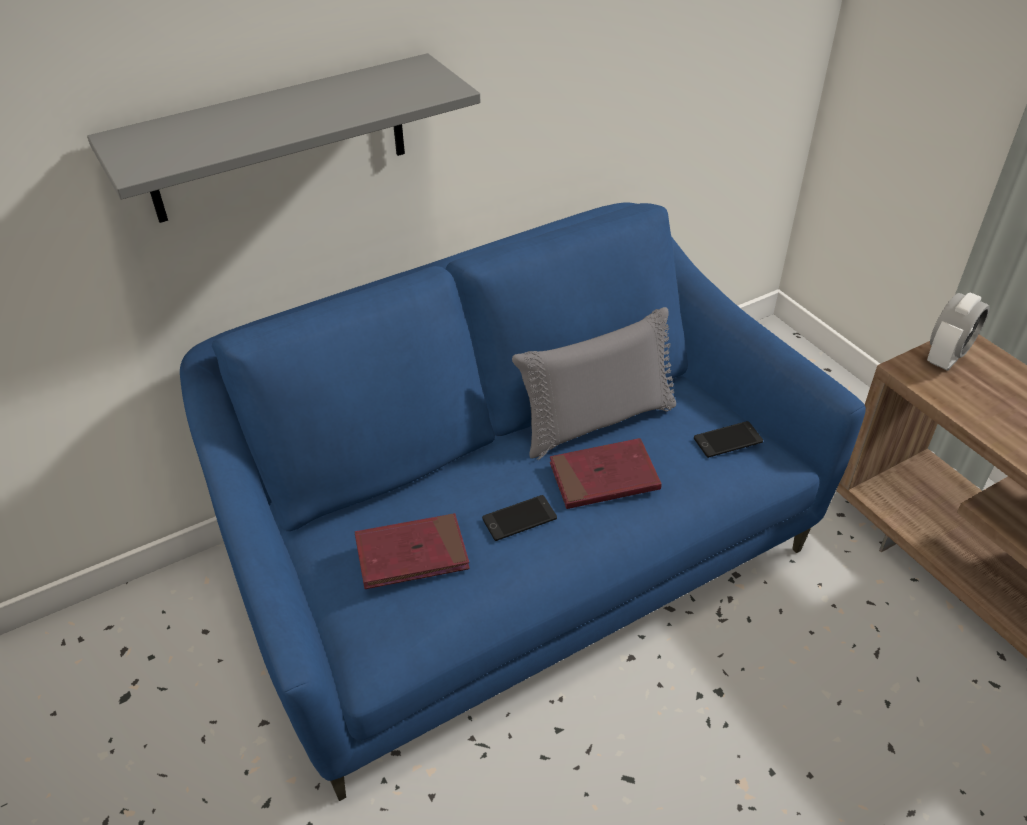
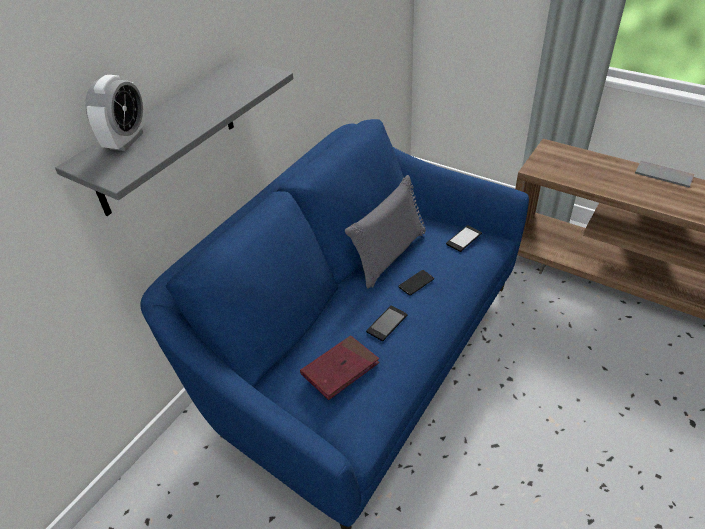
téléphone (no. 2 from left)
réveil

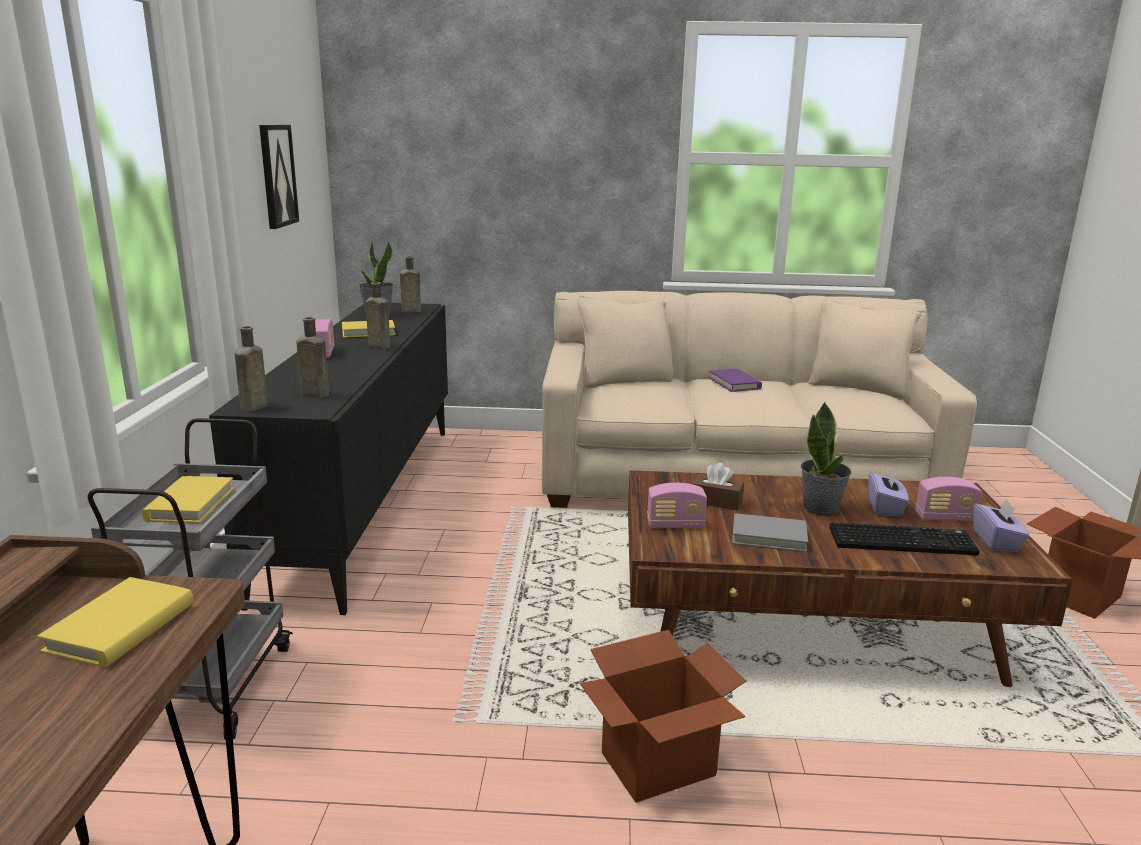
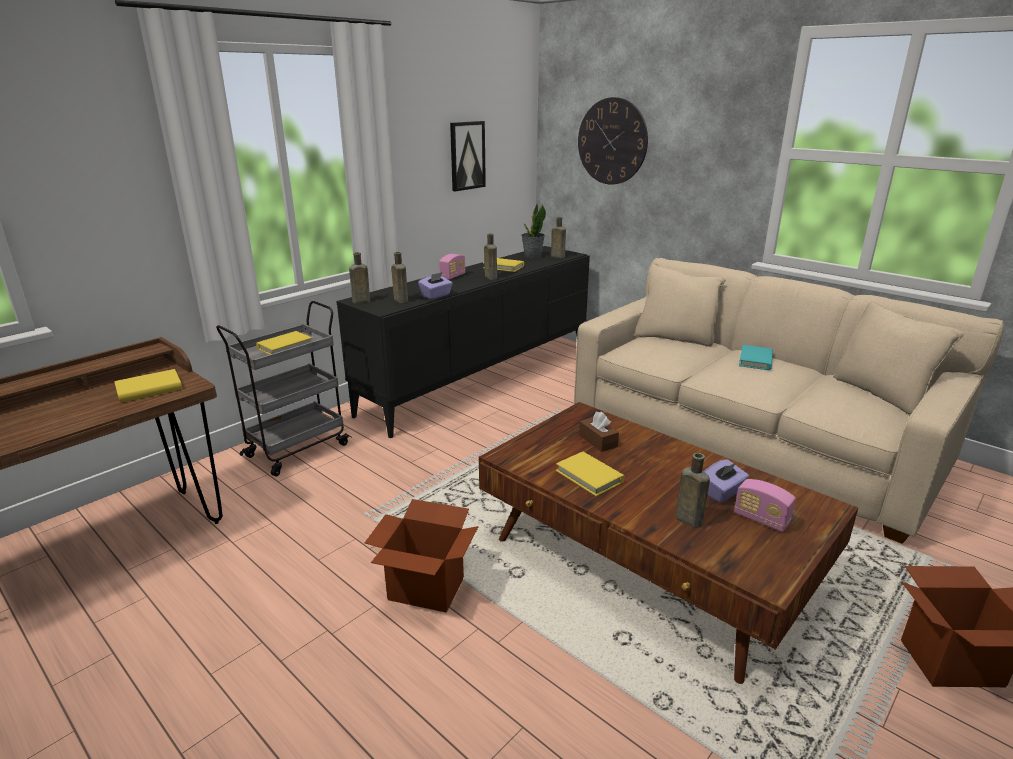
radio (no. 2 from left in the first image)
livre (turquoise)
livre (jaune) (no. 4 from left)
plante en pot (no. 2 from left in the first image)
bouteille (marron) (no. 5 from left)
boîte à mouchoirs (violet) (no. 1 from left)
horloge murale

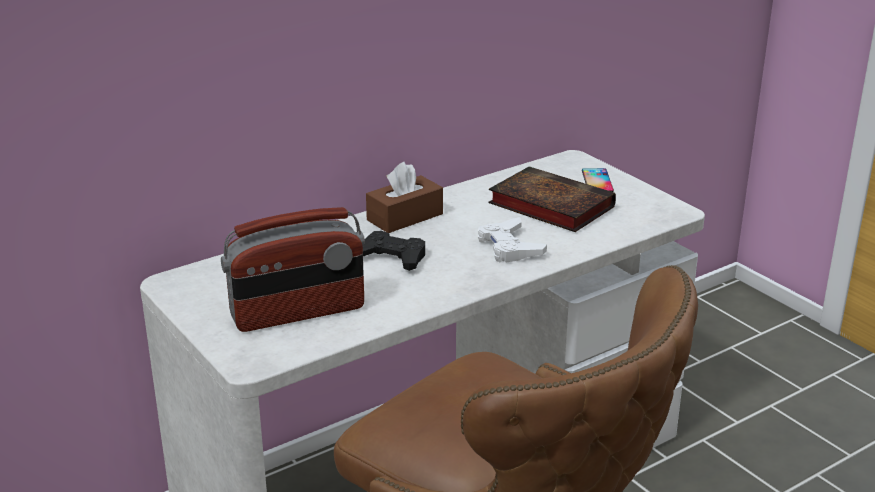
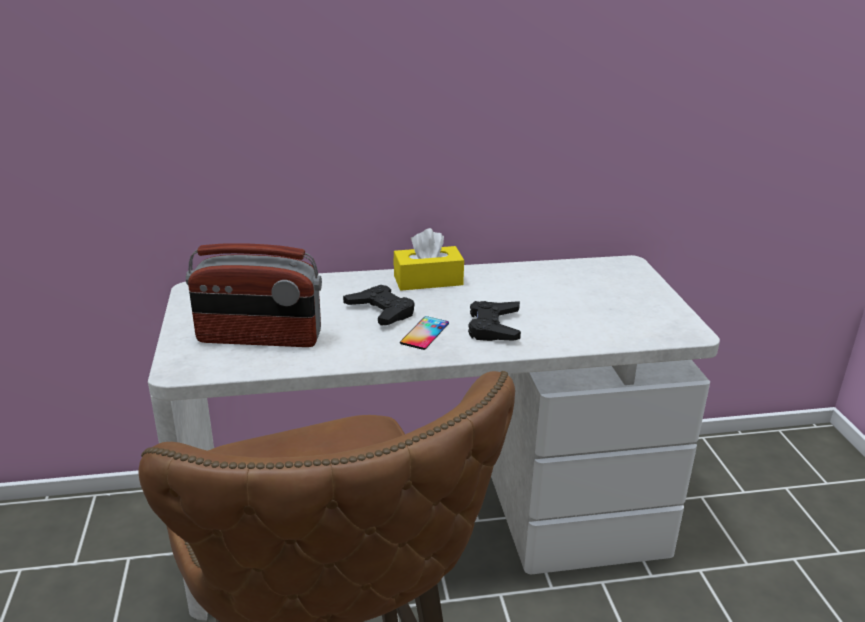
boîte à mouchoirs (jaune)
manette (noir) (no. 2 from left)
livre
téléphone

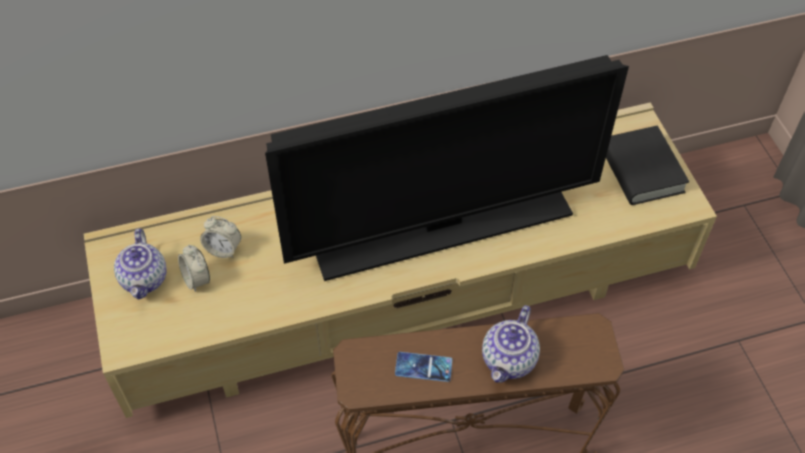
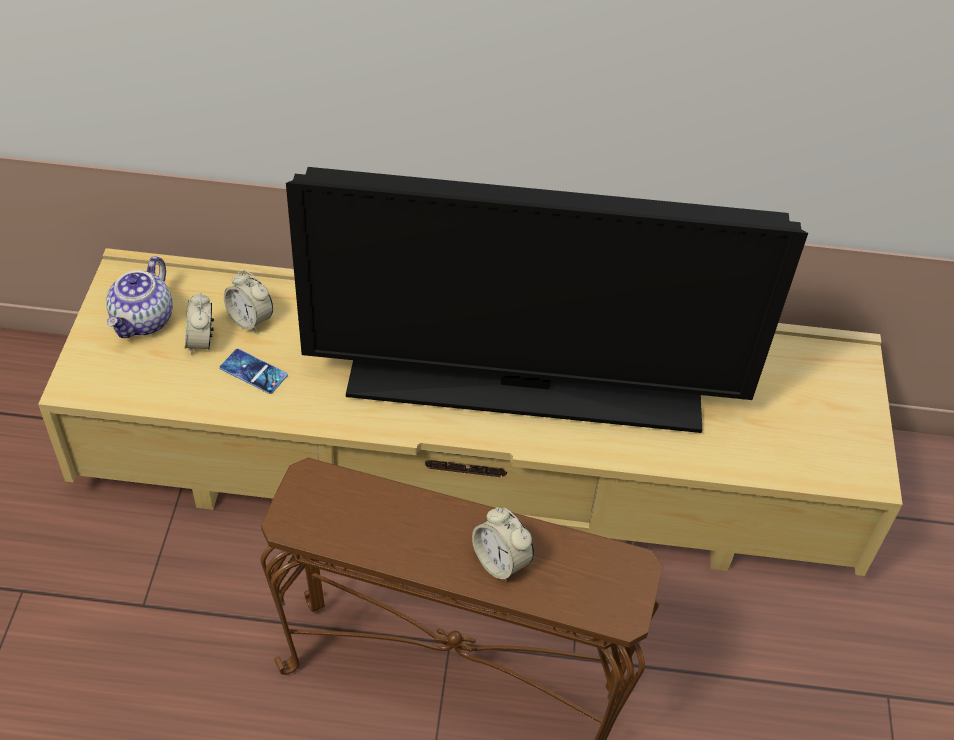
téléphone
réveil (no. 3 from left)
livre (noir)

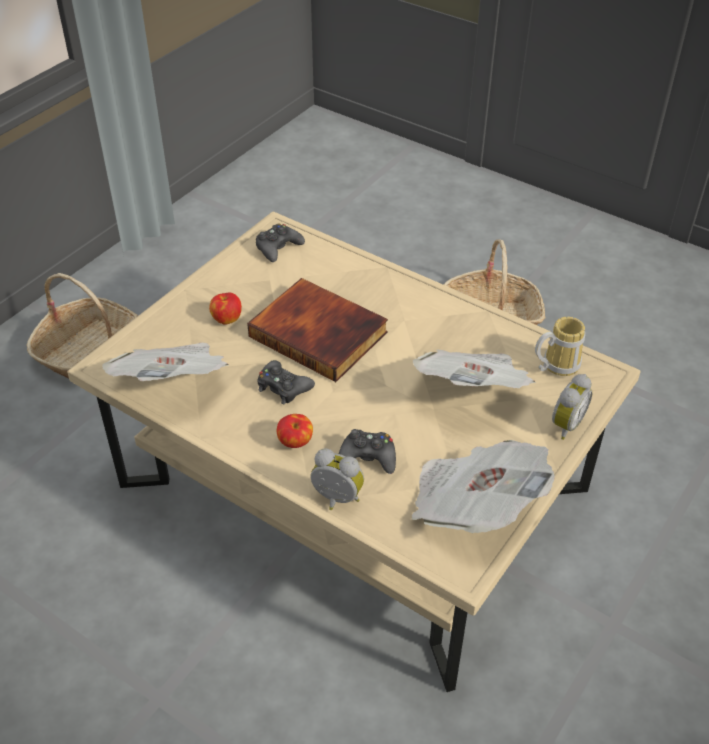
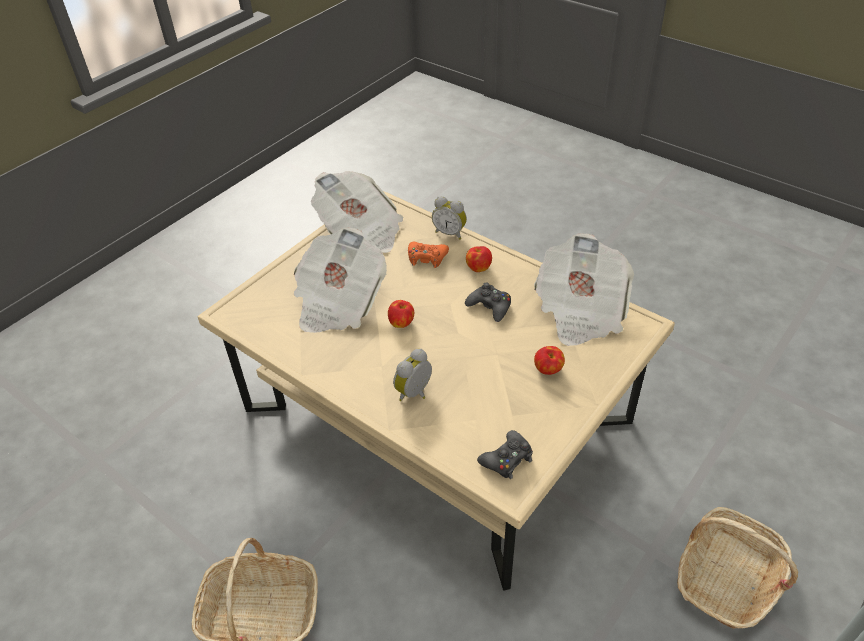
livre
manette (orange)
mug
réveil (no. 1 from left)
pomme (no. 1 from left)

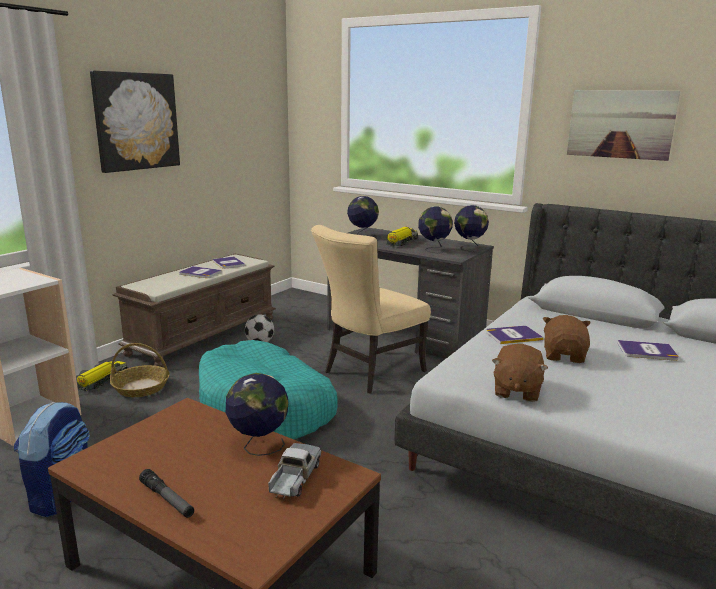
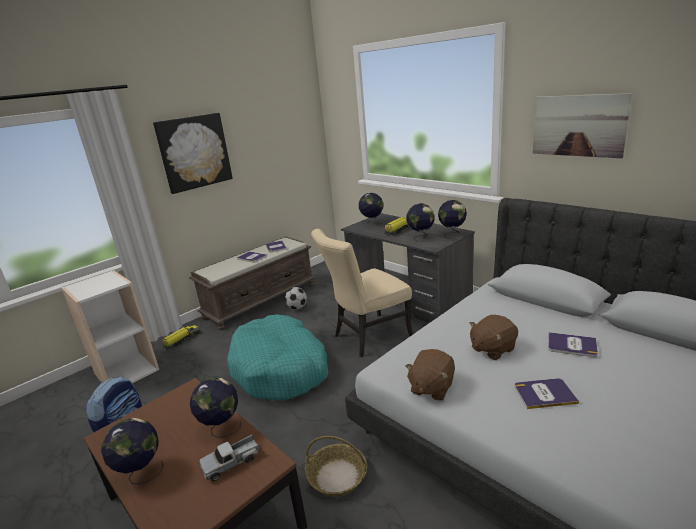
panier
globe (no. 1 from left)
camion jouet (no. 2 from left)
livre (no. 3 from left)
peluche (marron) (no. 2 from left)

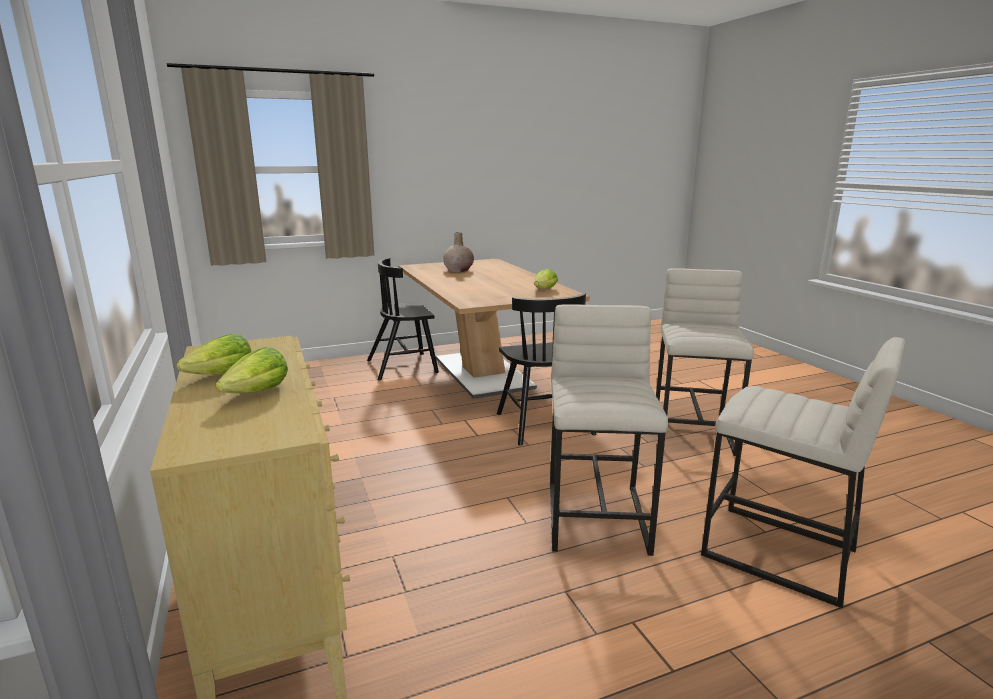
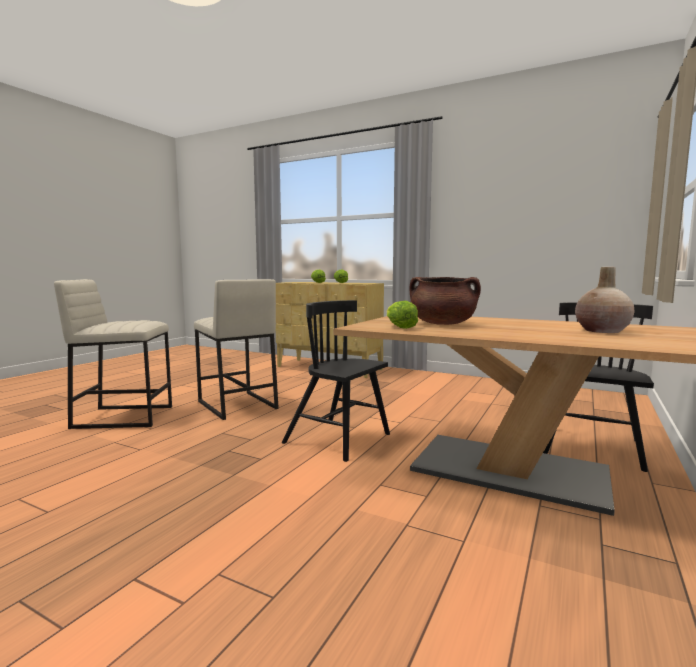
tabouret (beige) (no. 2 from left in the first image)
marmite (marron)

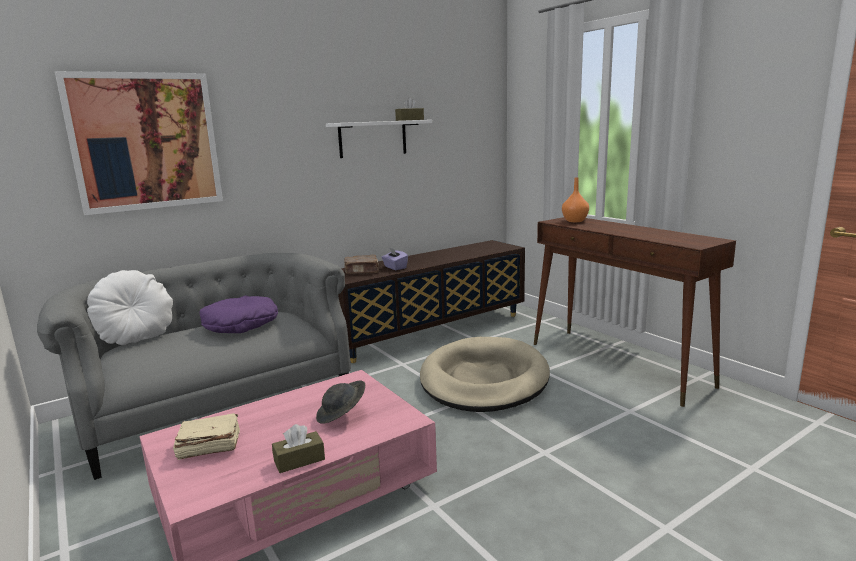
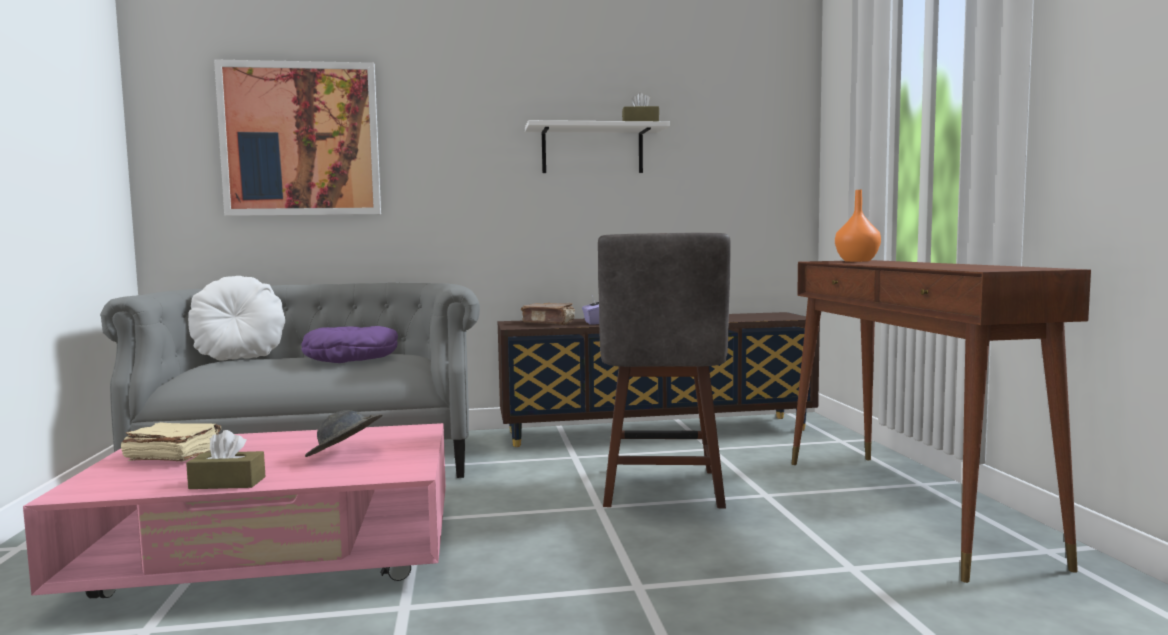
tabouret (gris)

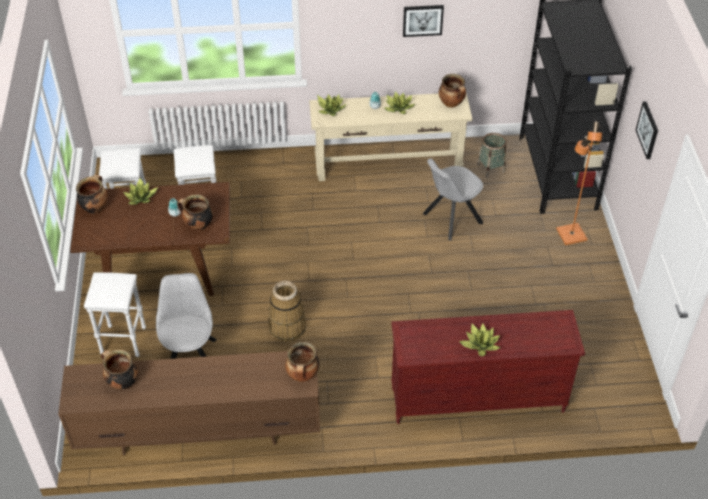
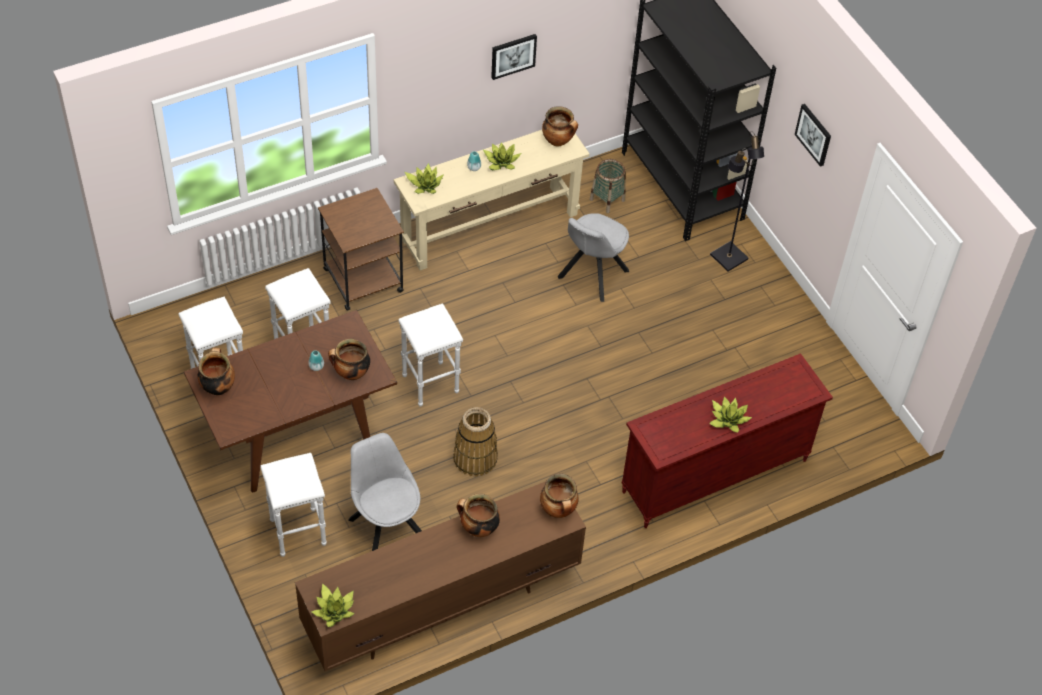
marmite (no. 3 from left)
plante en pot (no. 1 from left)
lampadaire (noir)
chariot (marron)
tabouret (blanc) (no. 4 from left)

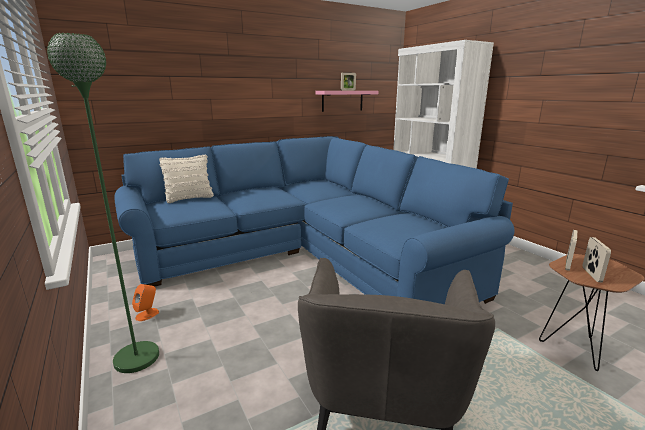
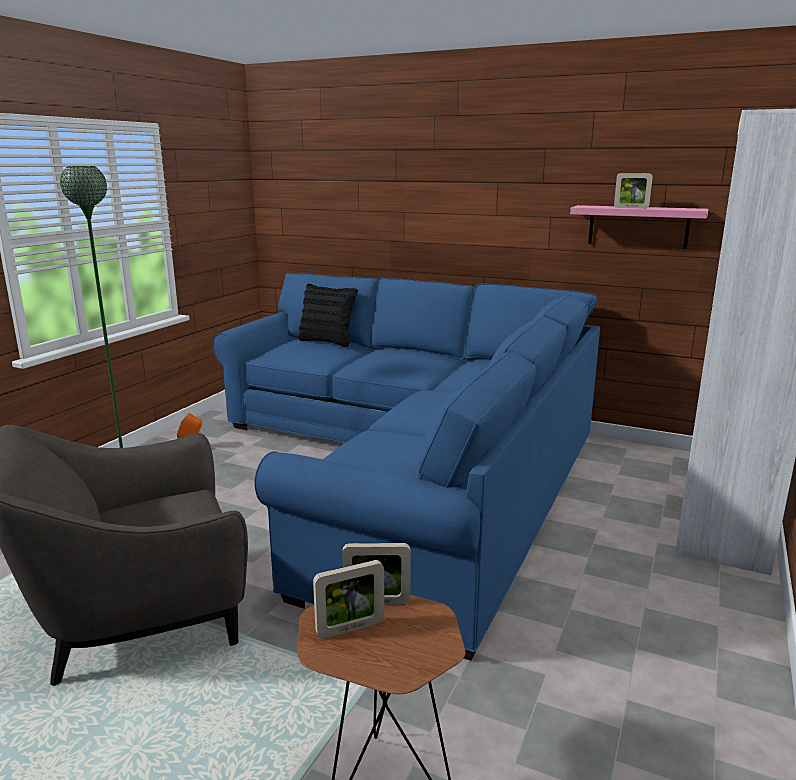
coussin (noir)

